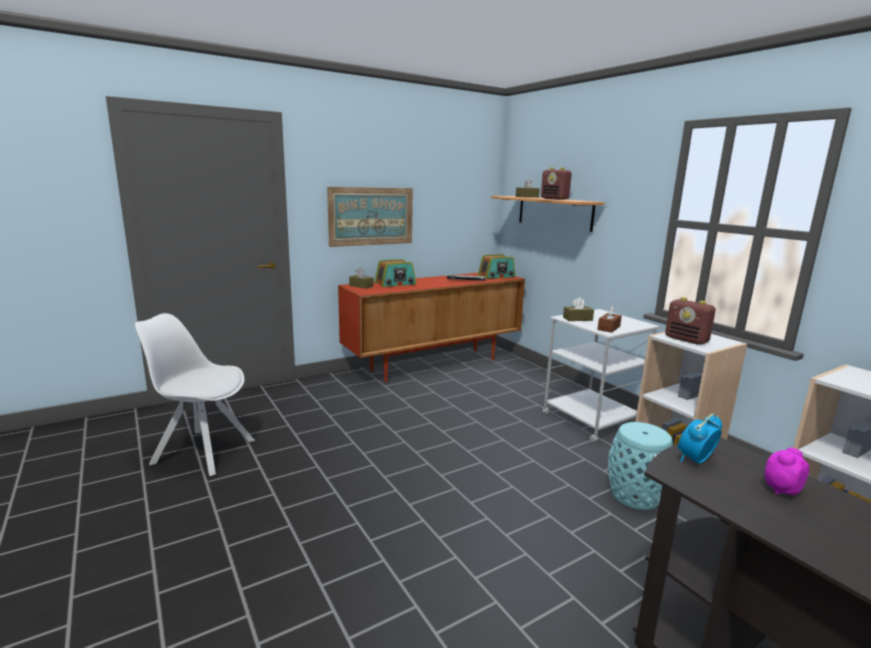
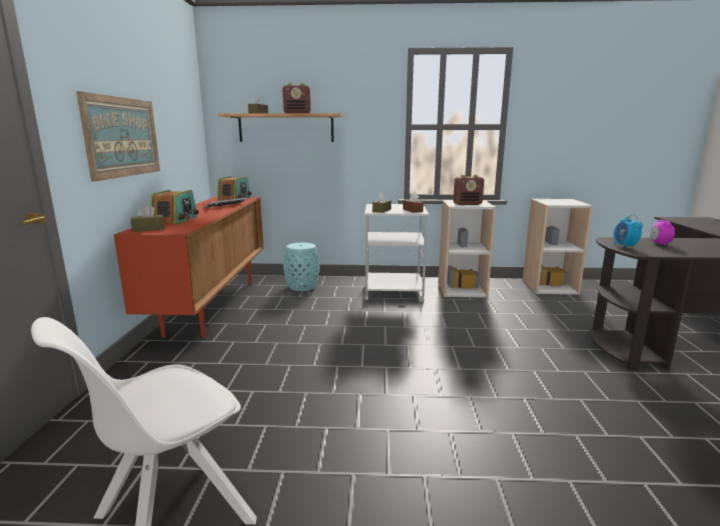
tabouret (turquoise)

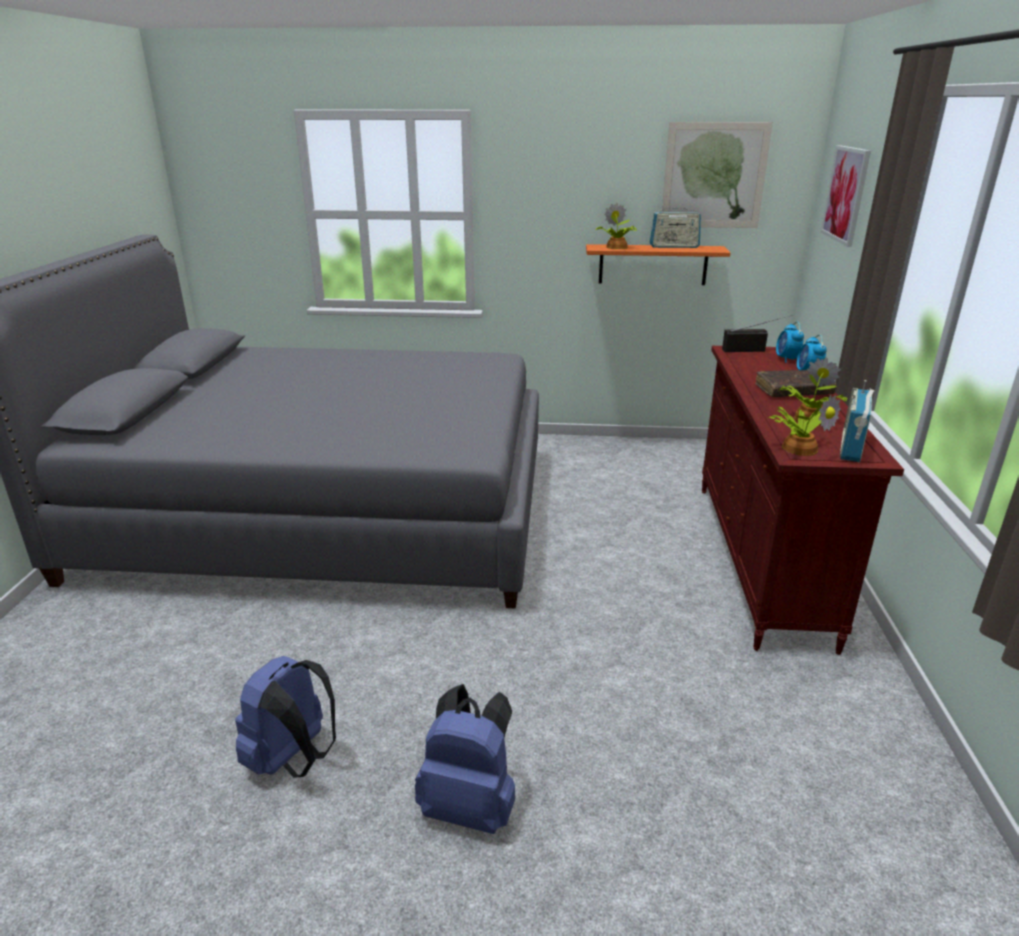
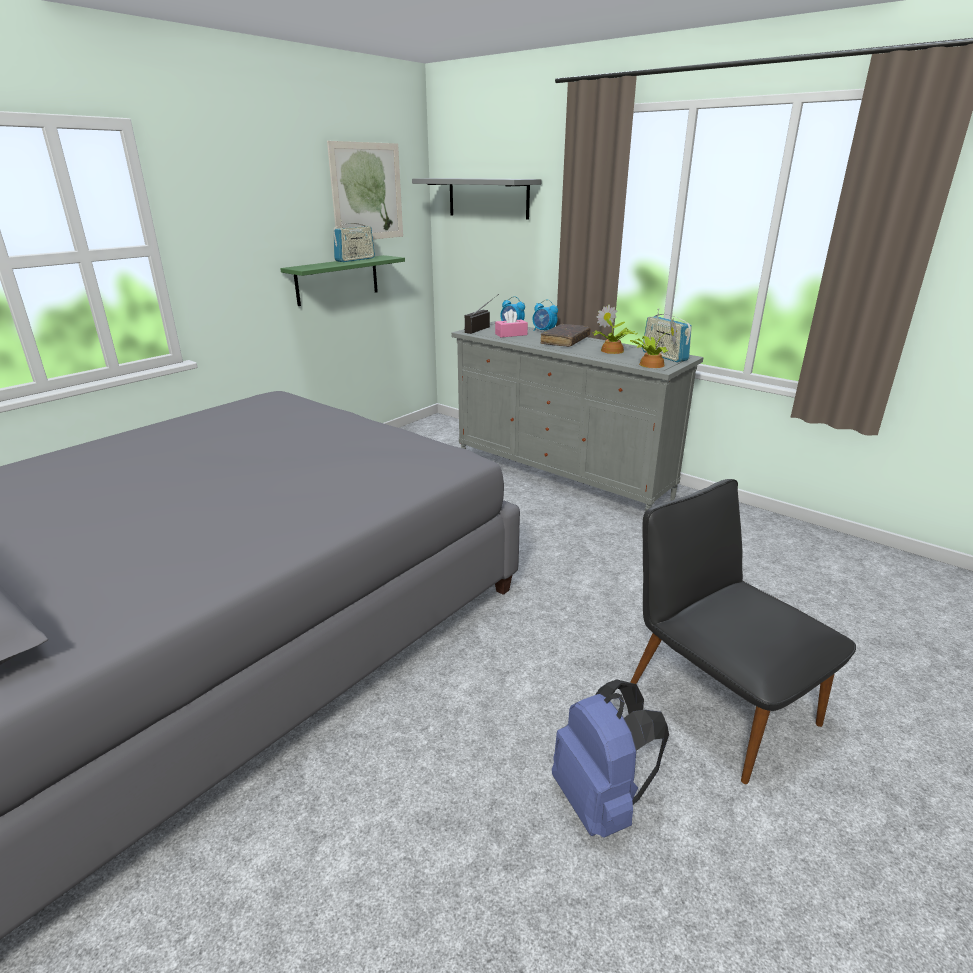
chaise (noir)
étagère (vert)
plante en pot (no. 1 from left in the first image)
commode (gris)
étagère (gris)
boîte à mouchoirs (rose)

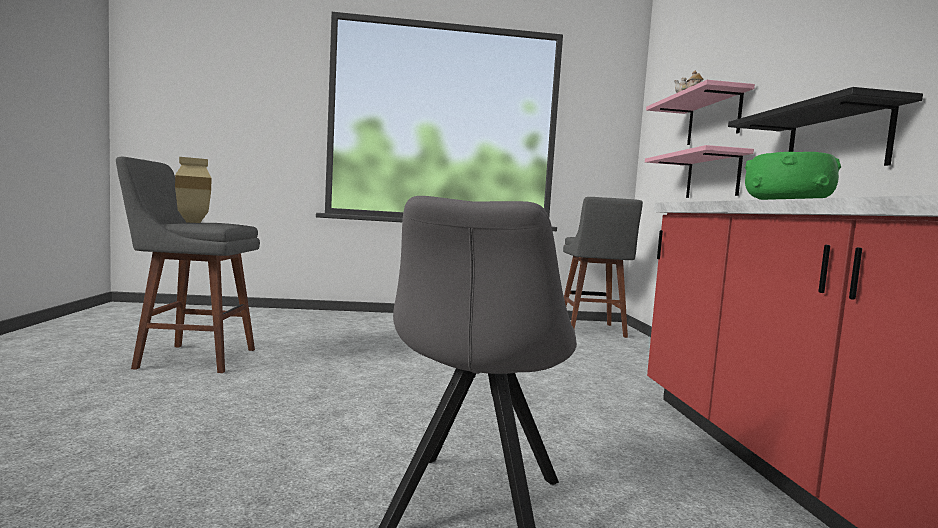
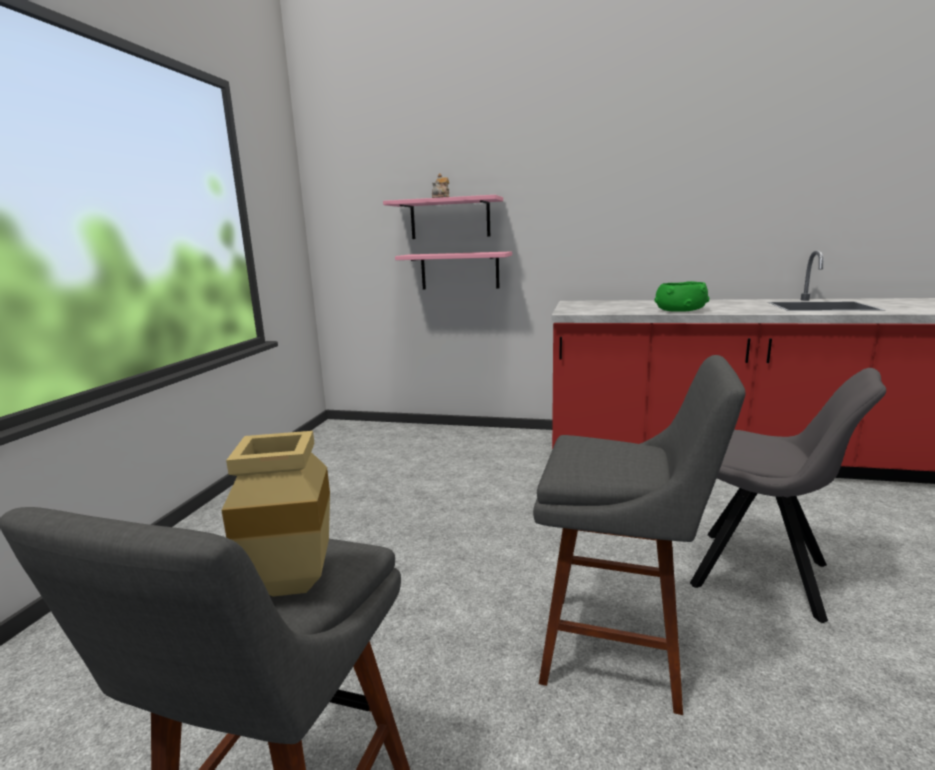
tabouret (gris) (no. 2 from left)
étagère (noir)

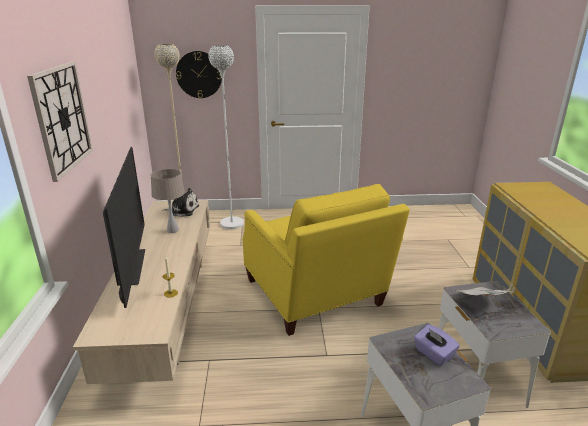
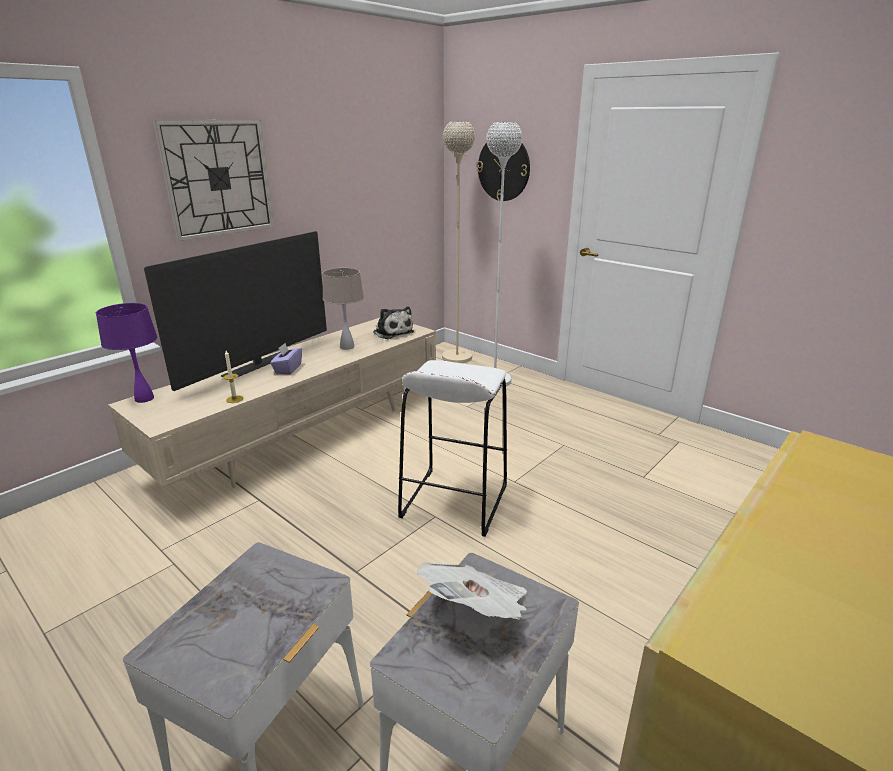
tabouret (blanc)
boîte à mouchoirs (violet)
lampe de table (violet)

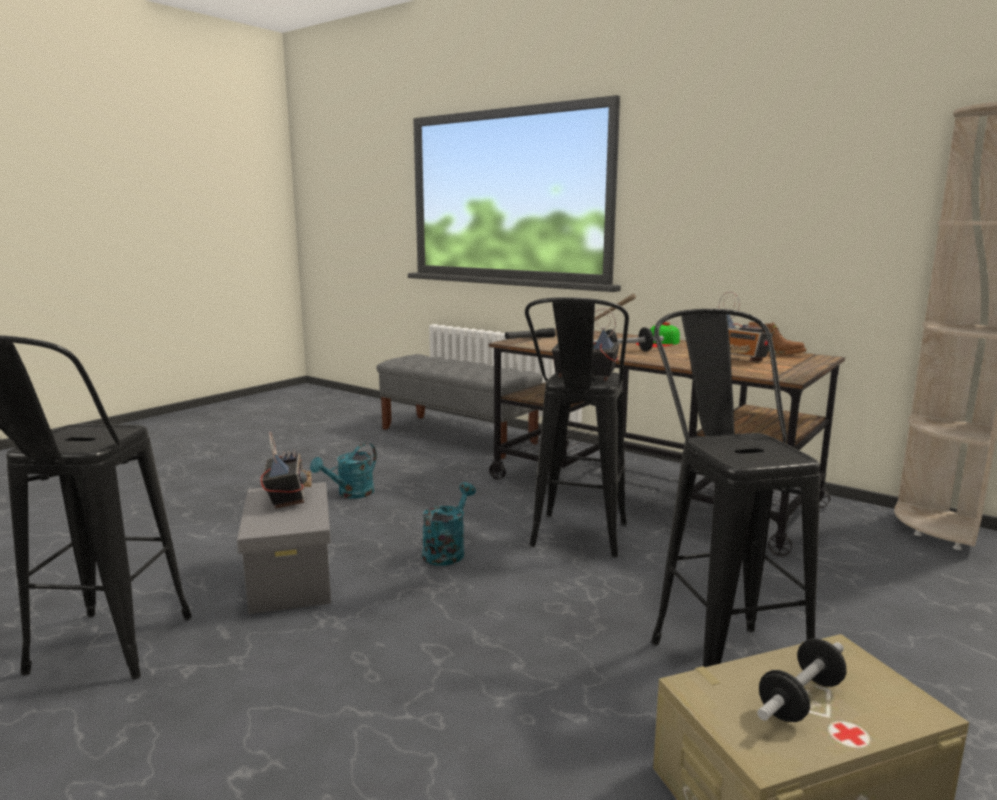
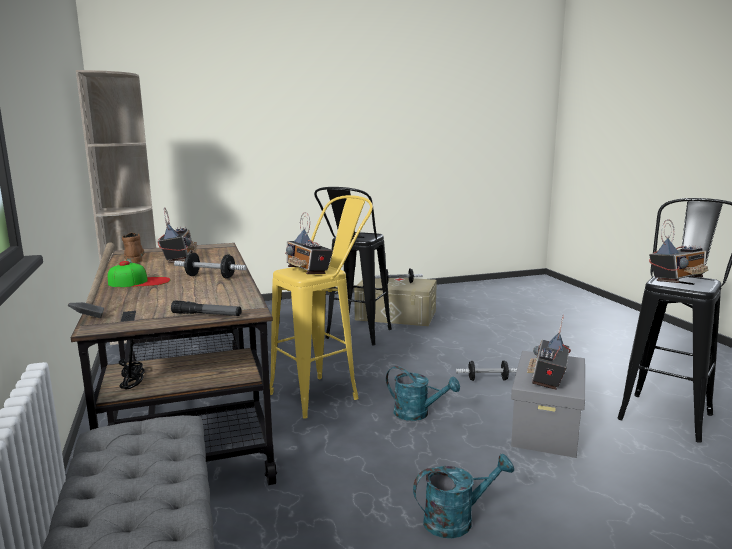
arrosoir (turquoise) (no. 1 from left)
tabouret (jaune)
haltère (no. 3 from left)
radio (no. 4 from left)

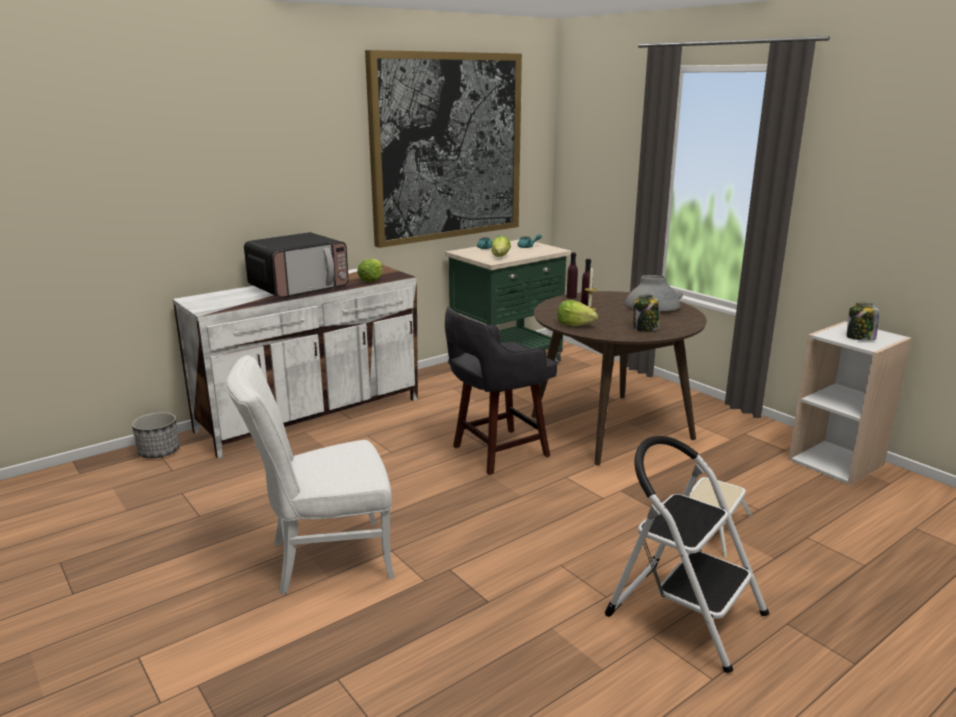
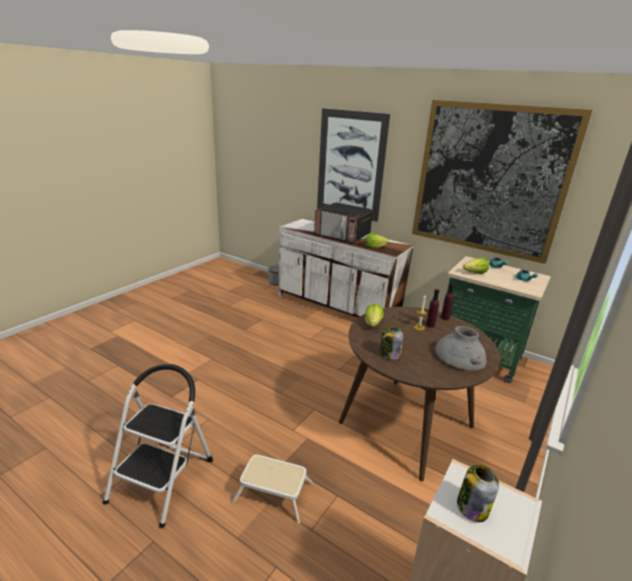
chaise (blanc)
tabouret (gris)
tableau (no. 1 from left)

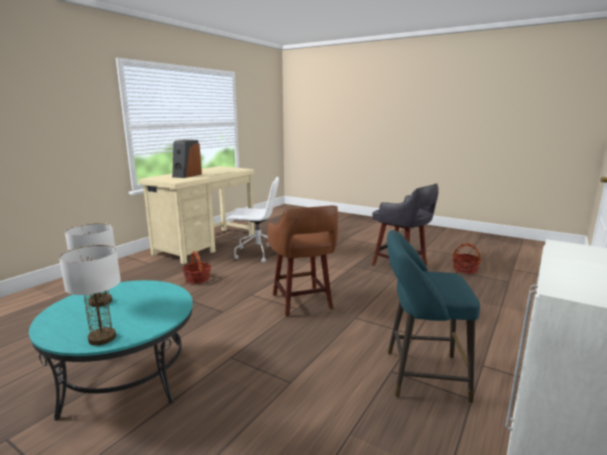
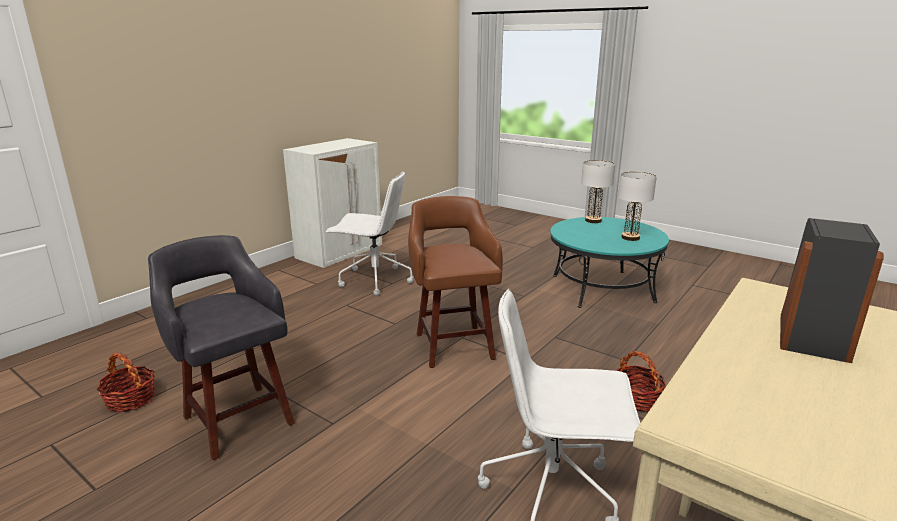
chaise de bureau (blanc) (no. 1 from left)

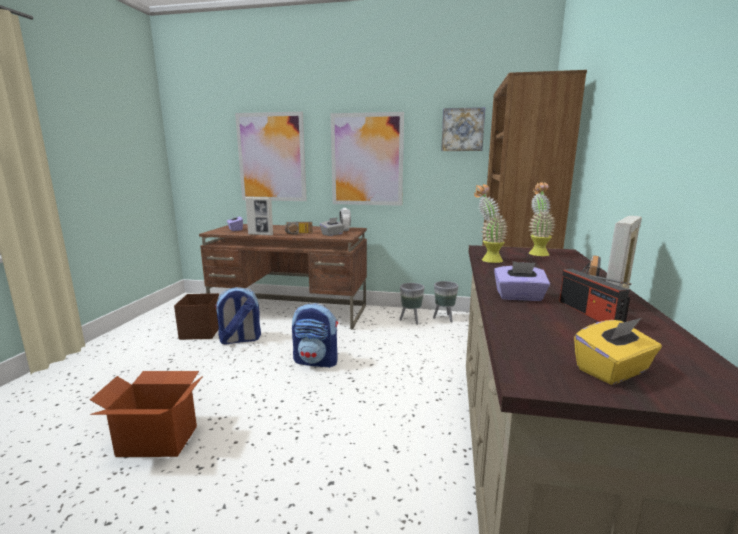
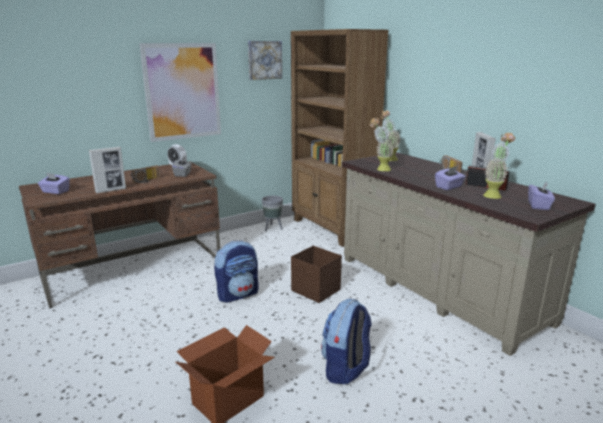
boîte de rangement (marron)
sac à dos (no. 2 from left)
tableau (no. 1 from left in the first image)
cache-pot (gris) (no. 1 from left in the first image)
boîte à mouchoirs (violet) (no. 3 from left)
plante en pot (no. 3 from left)

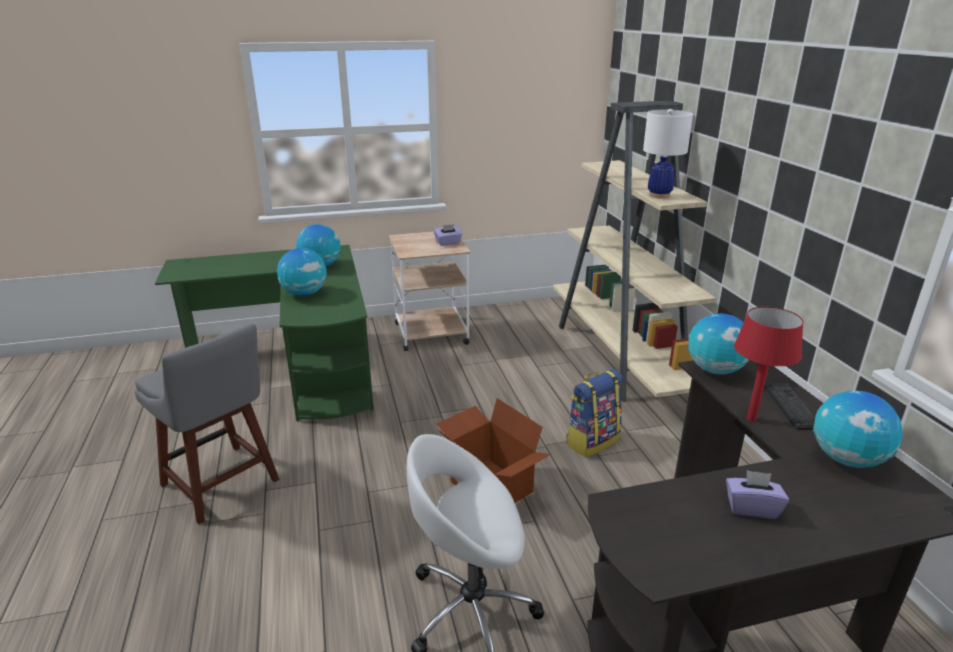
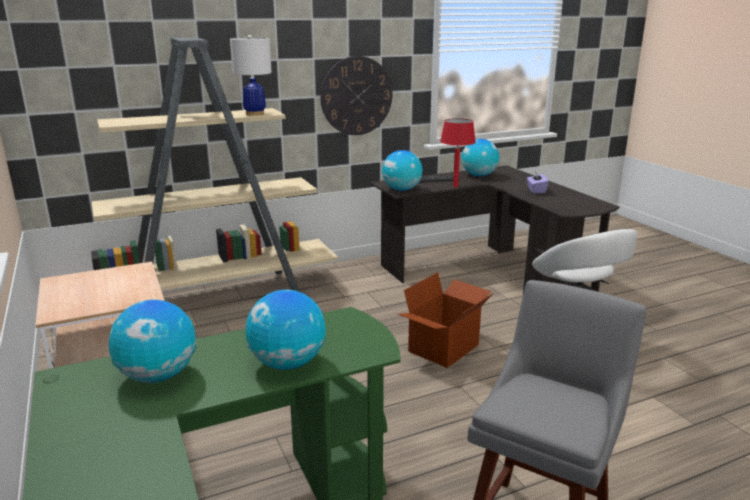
boîte à mouchoirs (violet) (no. 1 from left in the first image)
sac à dos
horloge murale

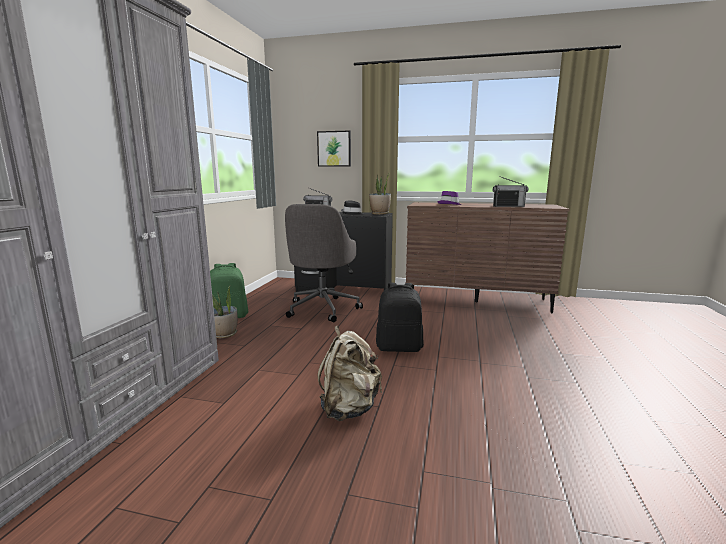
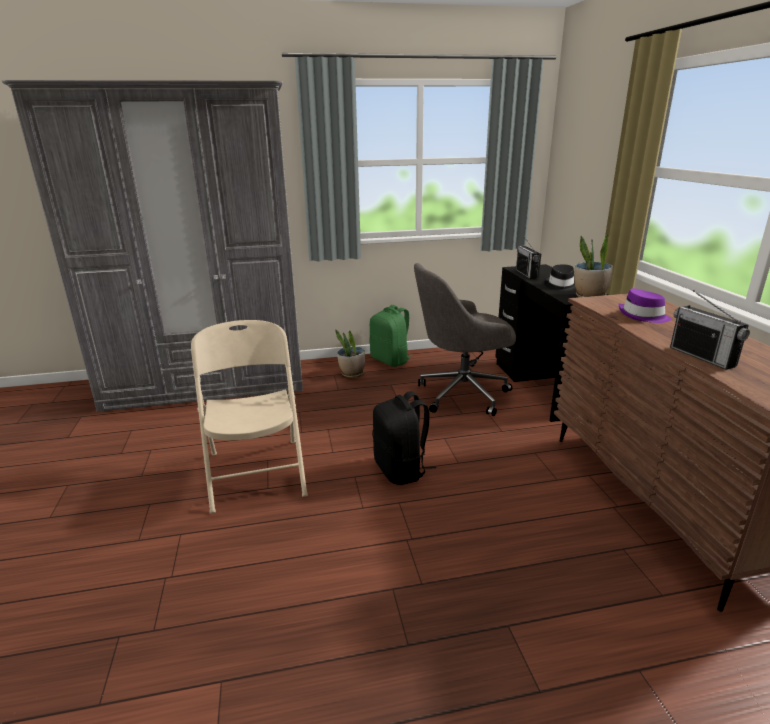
tableau
chaise (beige)

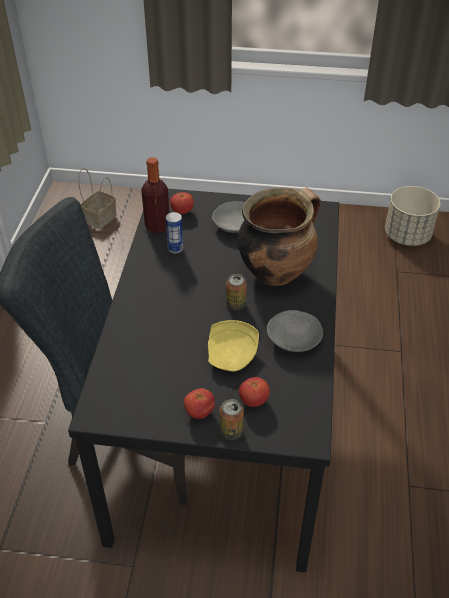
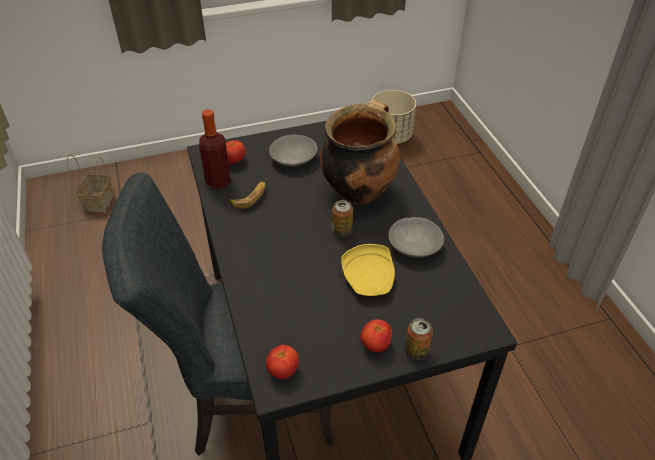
banane
tomate (no. 2 from left)

